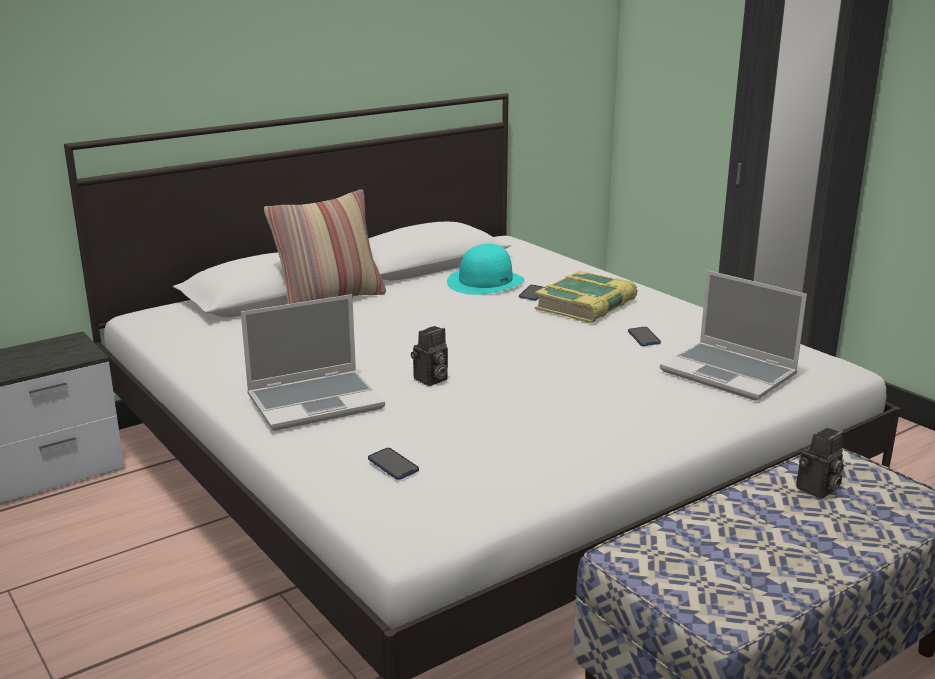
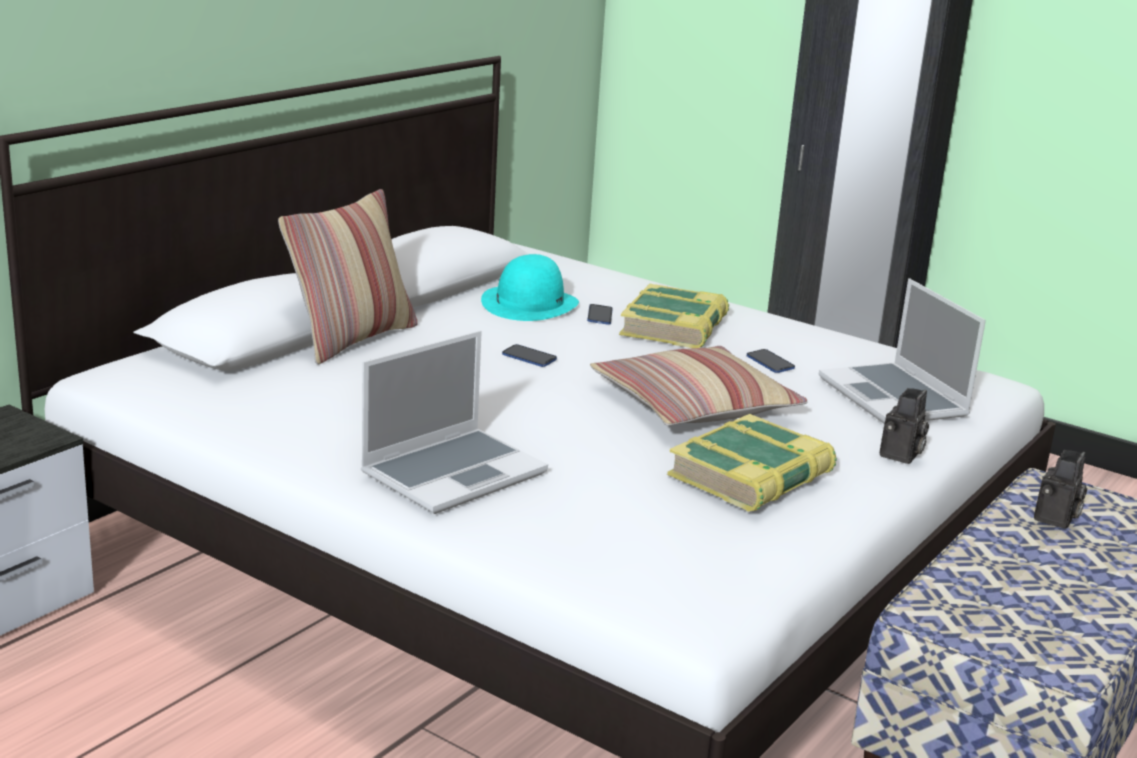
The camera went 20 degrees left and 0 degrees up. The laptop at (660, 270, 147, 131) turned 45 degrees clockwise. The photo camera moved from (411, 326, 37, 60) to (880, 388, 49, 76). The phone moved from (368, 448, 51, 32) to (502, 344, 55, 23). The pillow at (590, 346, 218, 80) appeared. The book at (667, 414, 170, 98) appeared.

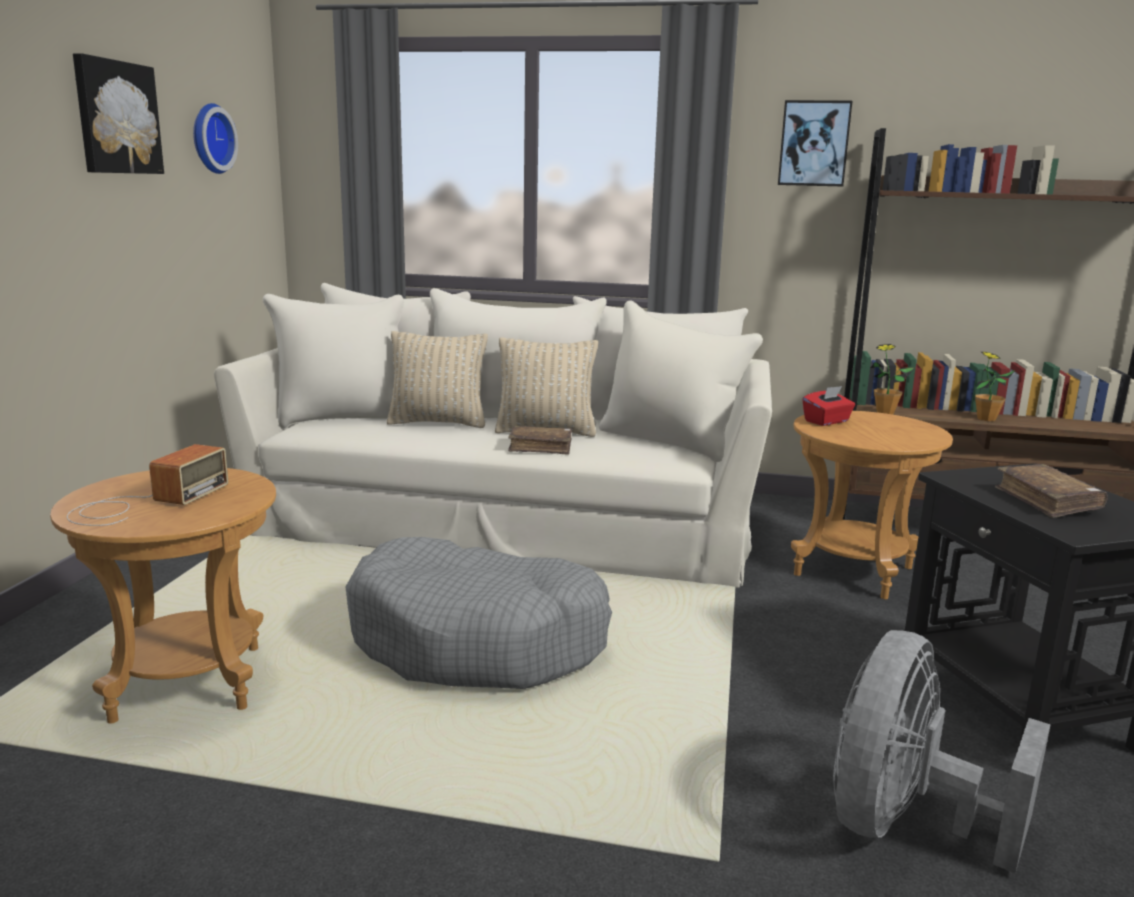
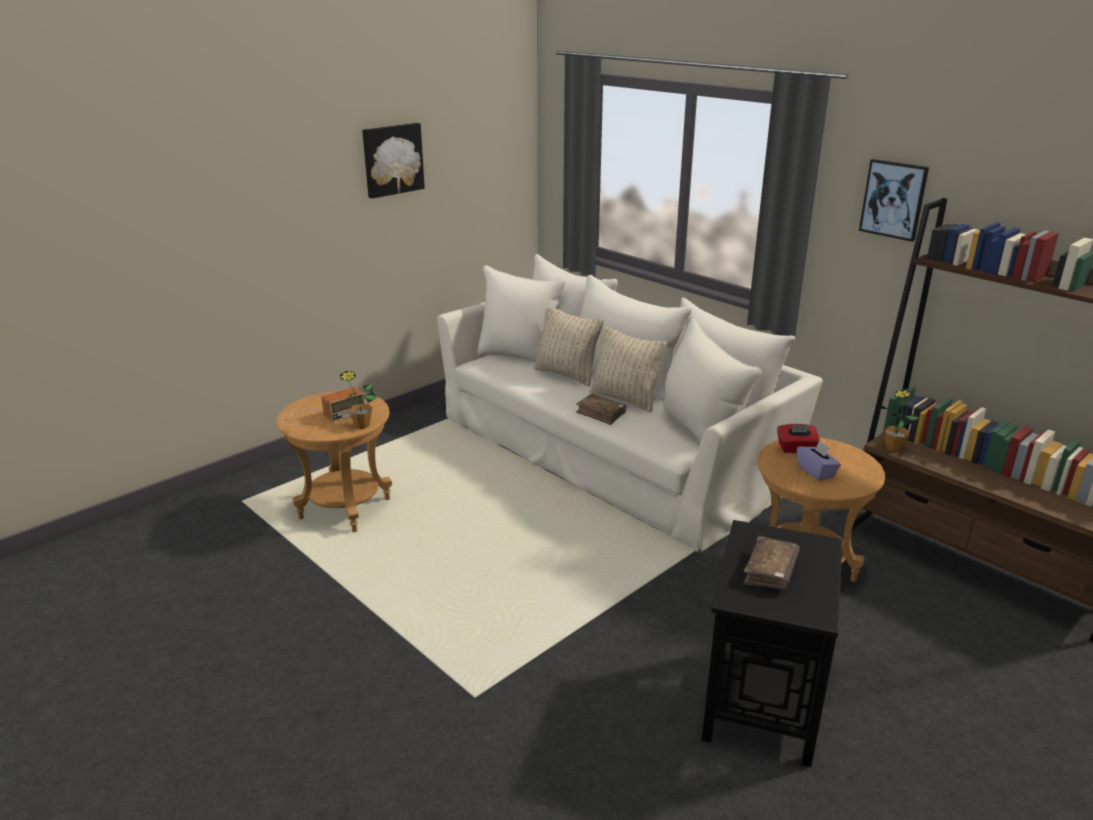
The camera went 35 degrees right and 10 degrees up. The wall clock at (193, 103, 45, 71) disappeared. The potted plant moved from (975, 352, 40, 69) to (340, 371, 37, 58). The dog bed (grey) at (346, 537, 266, 152) disappeared. The fan (grey) at (833, 630, 218, 243) disappeared. The tissue box (purple) at (797, 440, 44, 41) appeared.

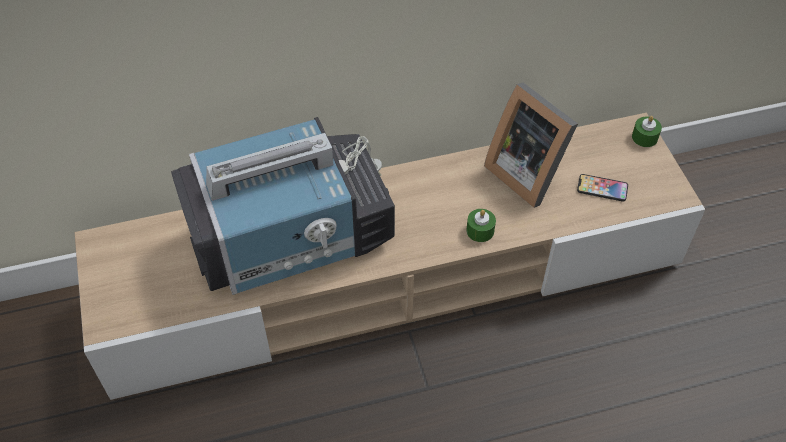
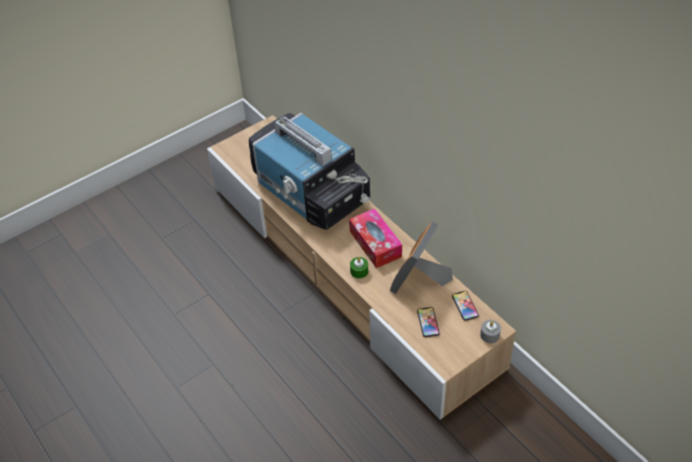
The camera went 70 degrees right and 5 degrees down. The candle (green) at (632, 116, 30, 31) became the candle (grey) at (480, 320, 21, 23). The tissue box at (349, 208, 53, 60) appeared. The phone at (452, 291, 27, 30) appeared.

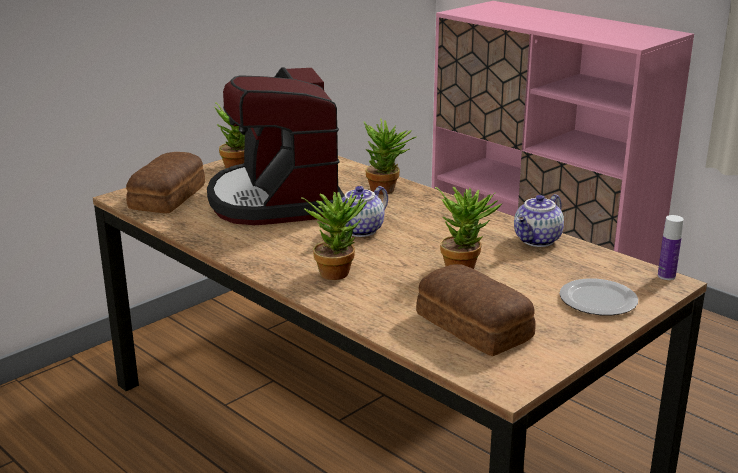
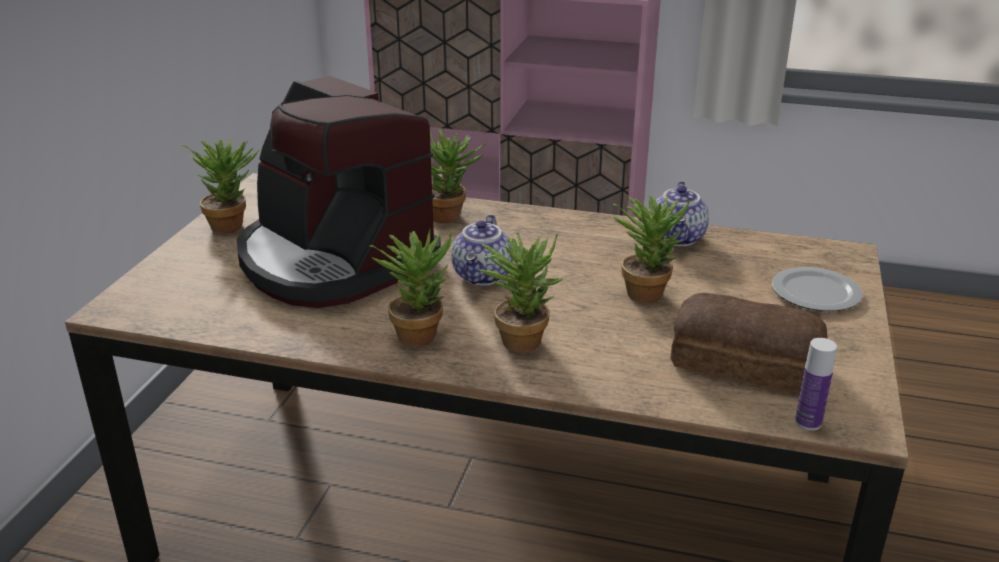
The camera went 30 degrees left and 5 degrees up. The bread at (126, 152, 79, 61) disappeared. The bottle moved from (658, 215, 26, 65) to (795, 338, 42, 93). The potted plant at (369, 228, 83, 119) appeared.

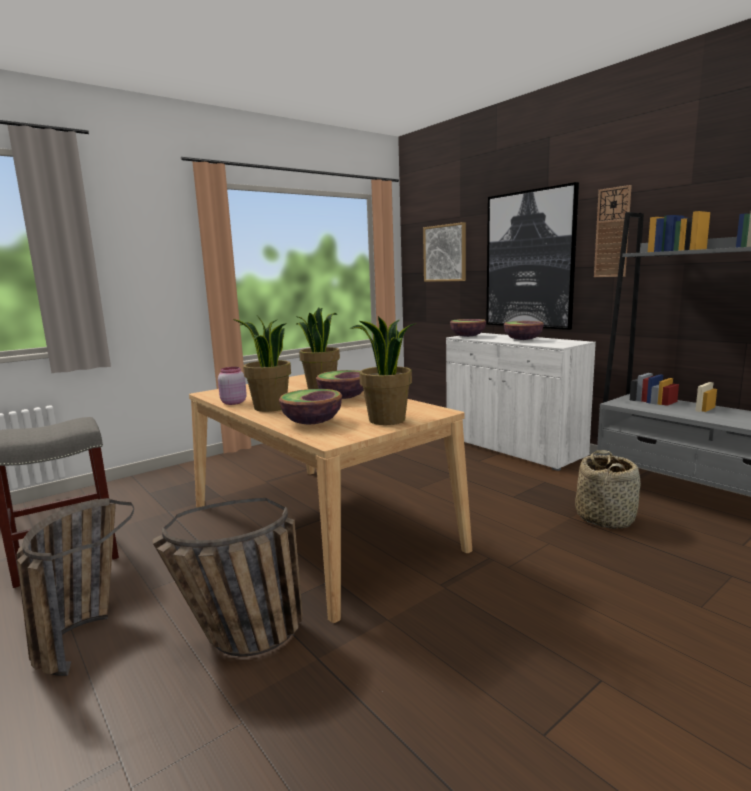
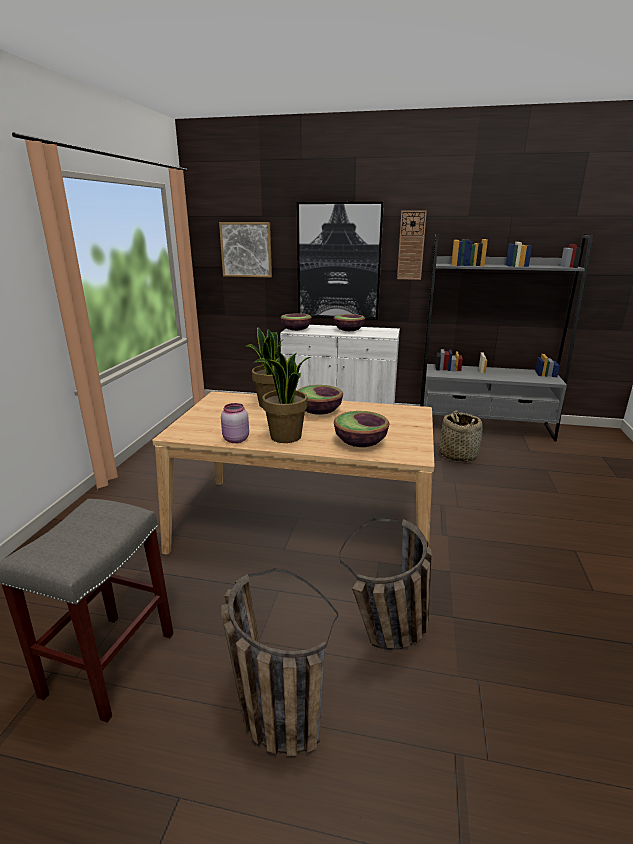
The camera went 40 degrees left and 10 degrees up. The potted plant at (349, 316, 68, 109) disappeared.

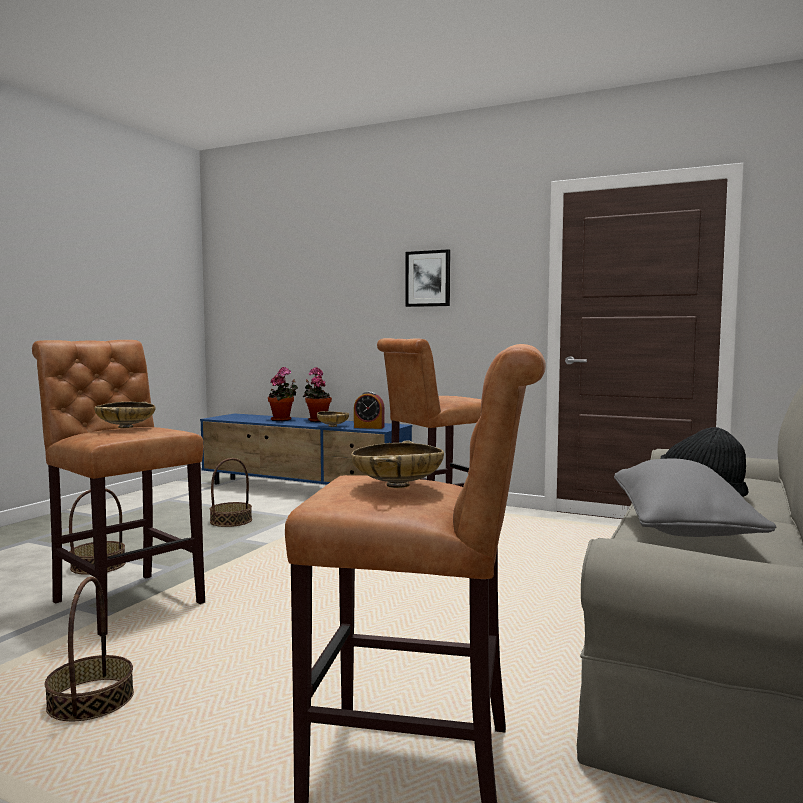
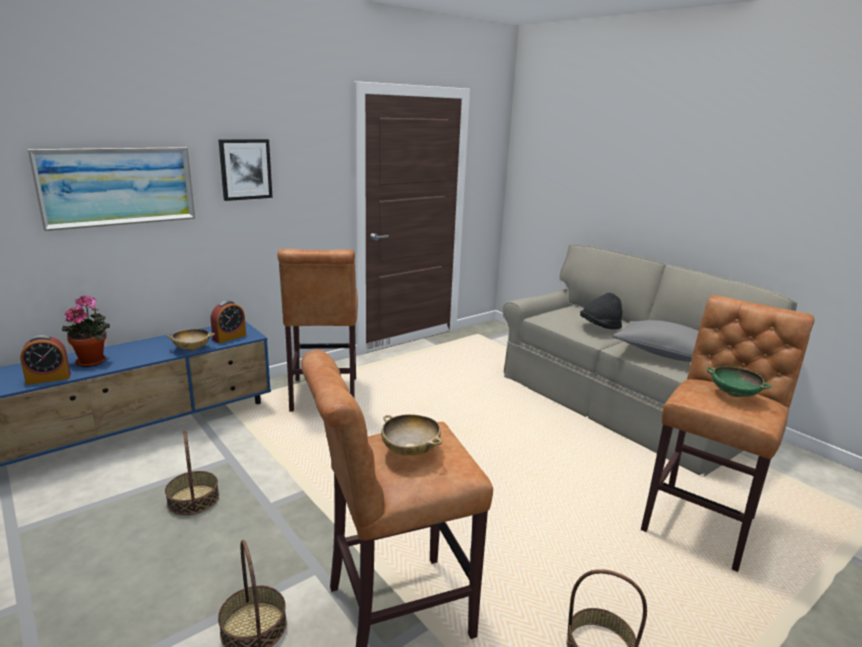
The camera went 65 degrees left and 15 degrees up. The potted plant at (303, 367, 29, 55) disappeared. The bowl (beige) at (351, 440, 93, 48) became the bowl (green) at (706, 366, 66, 31). The picture at (27, 147, 168, 84) appeared. The alarm clock at (20, 335, 51, 50) appeared.

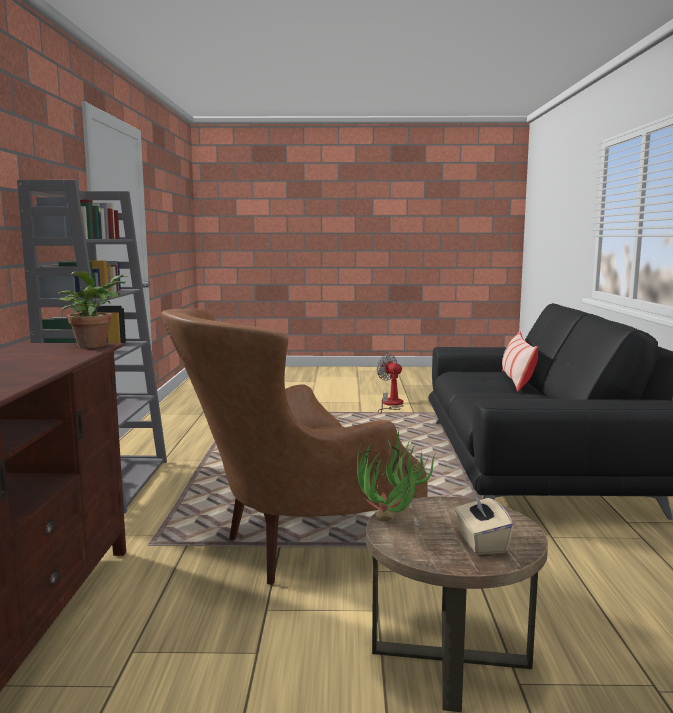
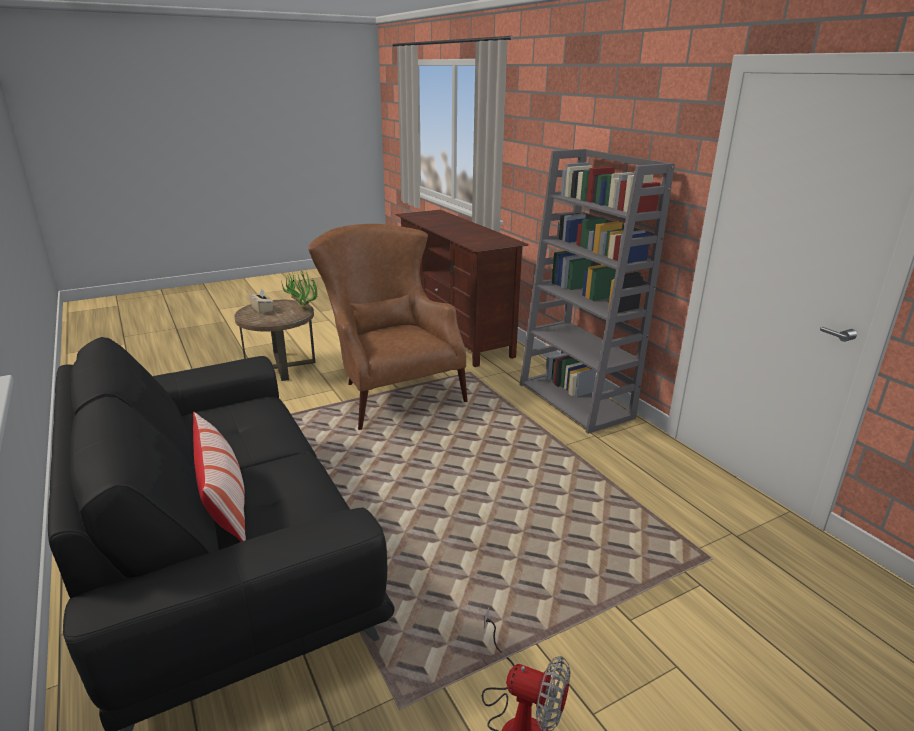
The camera went 150 degrees right and 15 degrees up. The potted plant at (58, 271, 69, 77) disappeared. The armchair (brown) at (161, 308, 267, 277) turned 60 degrees counterclockwise.

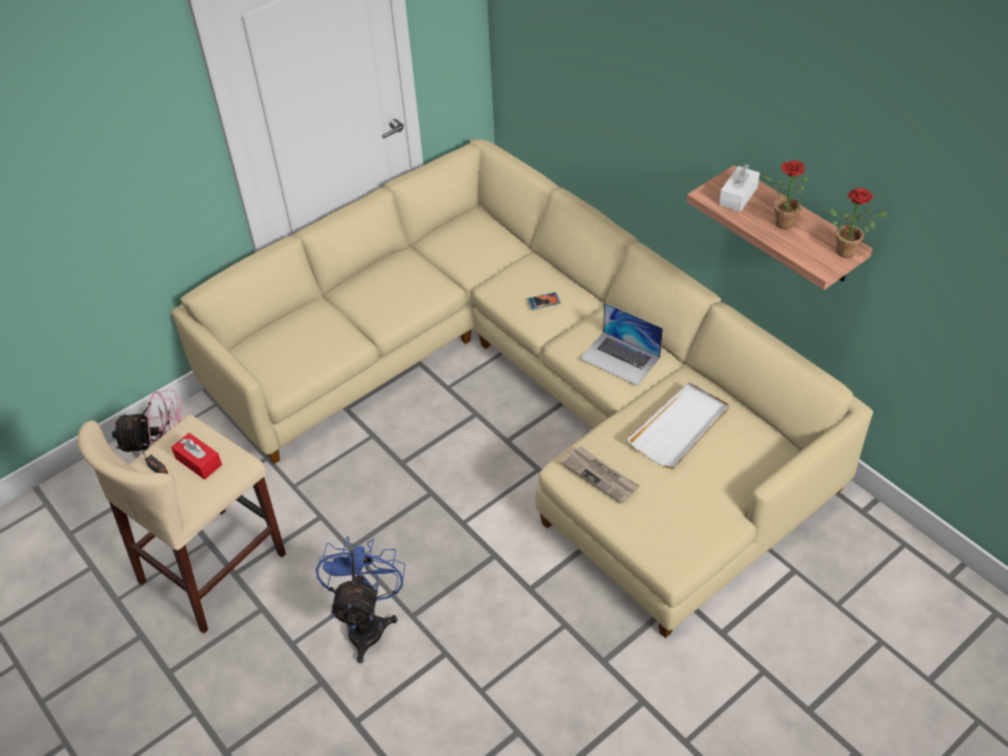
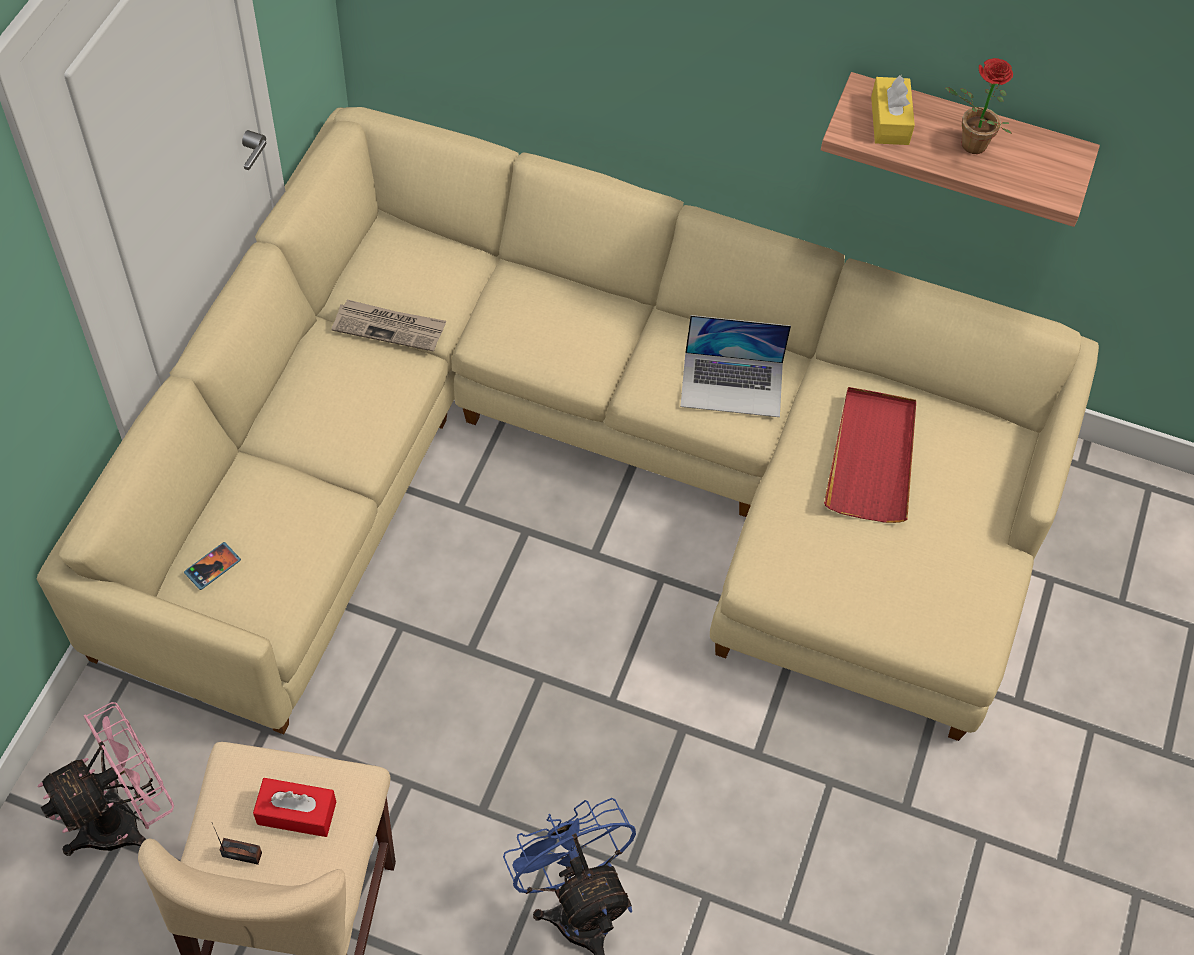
The camera went 35 degrees left and 10 degrees up. The tissue box (white) at (719, 164, 41, 48) became the tissue box (yellow) at (871, 75, 44, 70). The potted plant at (830, 188, 57, 70) disappeared. The phone moved from (528, 292, 33, 18) to (184, 542, 57, 48). The tray (white) at (627, 382, 102, 87) became the tray (red) at (824, 387, 92, 136). The newspaper moved from (560, 446, 80, 58) to (331, 300, 115, 52).

